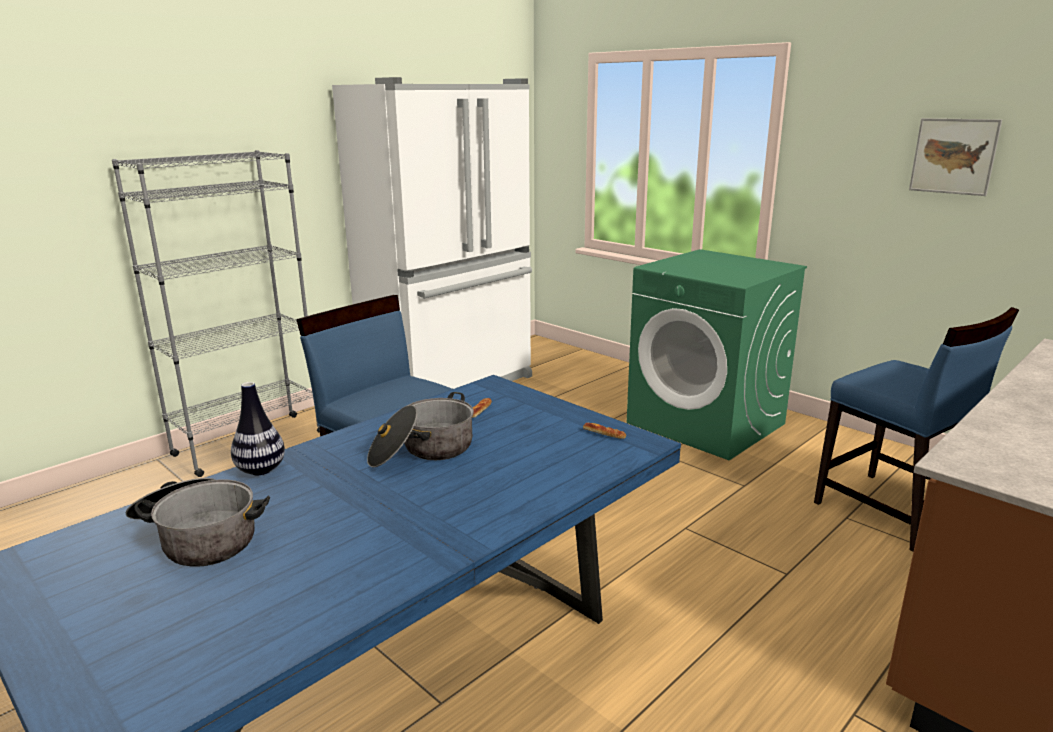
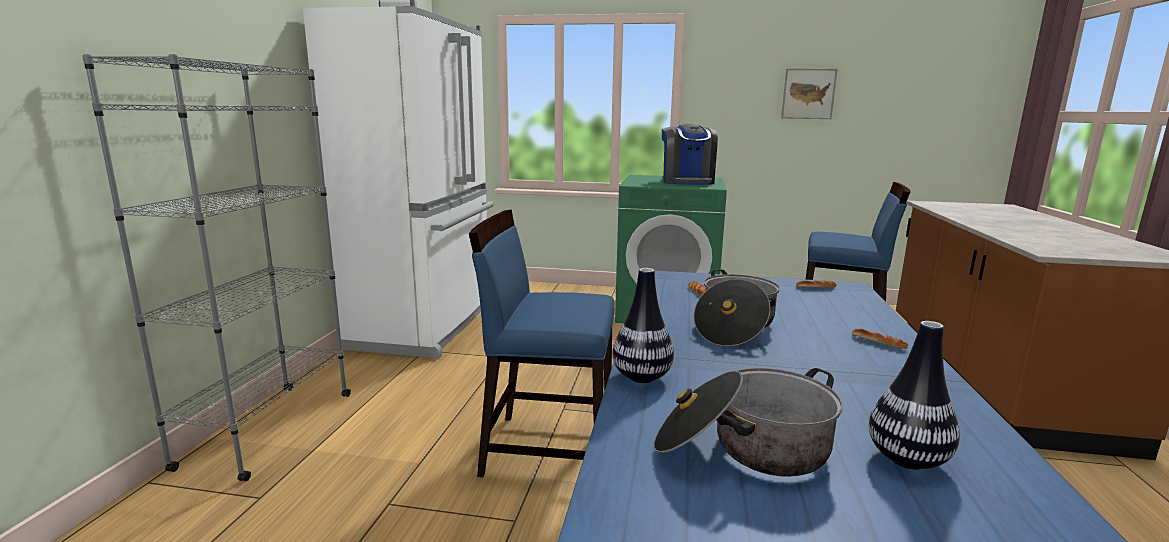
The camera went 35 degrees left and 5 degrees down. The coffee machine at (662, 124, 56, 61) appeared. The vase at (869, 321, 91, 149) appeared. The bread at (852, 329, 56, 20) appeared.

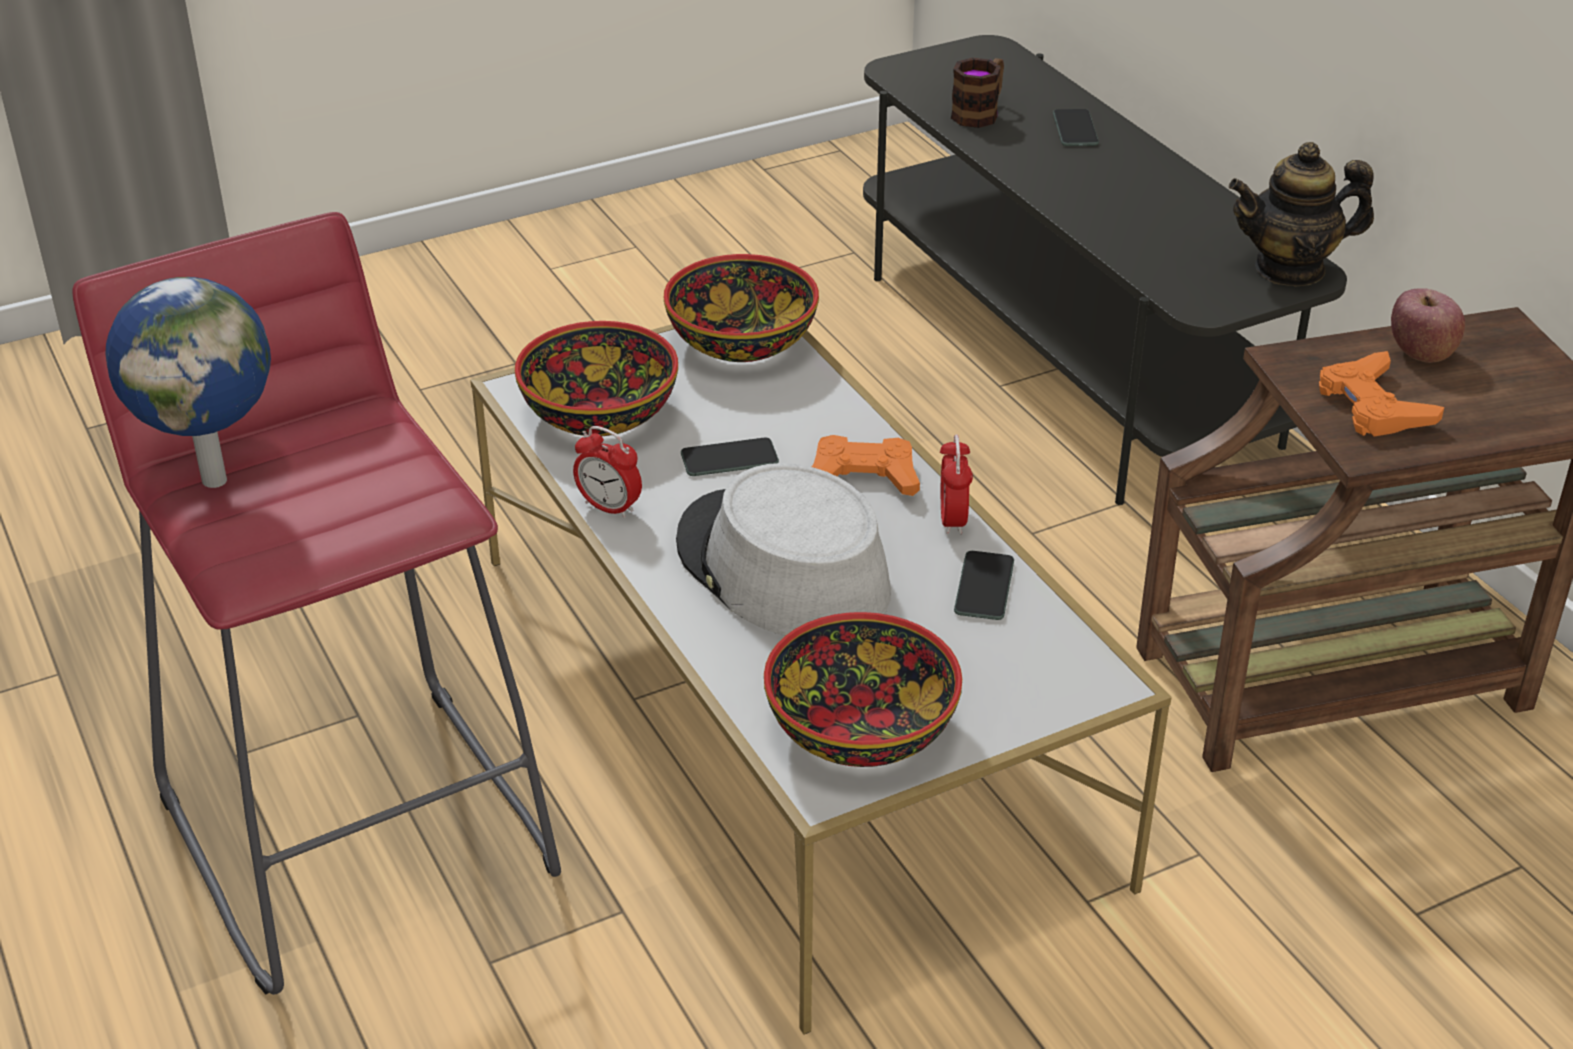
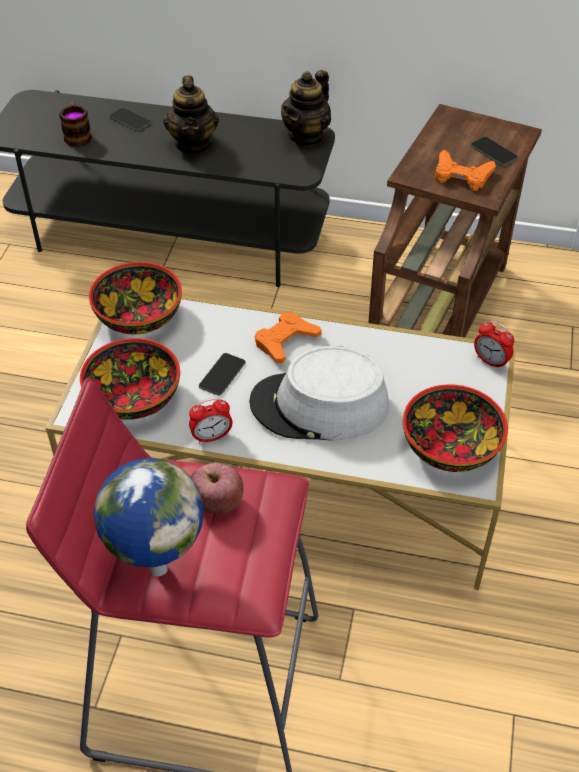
The camera went 50 degrees left and 10 degrees up. The apple moved from (1391, 288, 74, 75) to (191, 463, 52, 51). The alarm clock moved from (940, 435, 33, 99) to (474, 321, 40, 49). The phone moved from (954, 551, 60, 69) to (470, 137, 48, 29). The teapot at (163, 76, 56, 78) appeared.

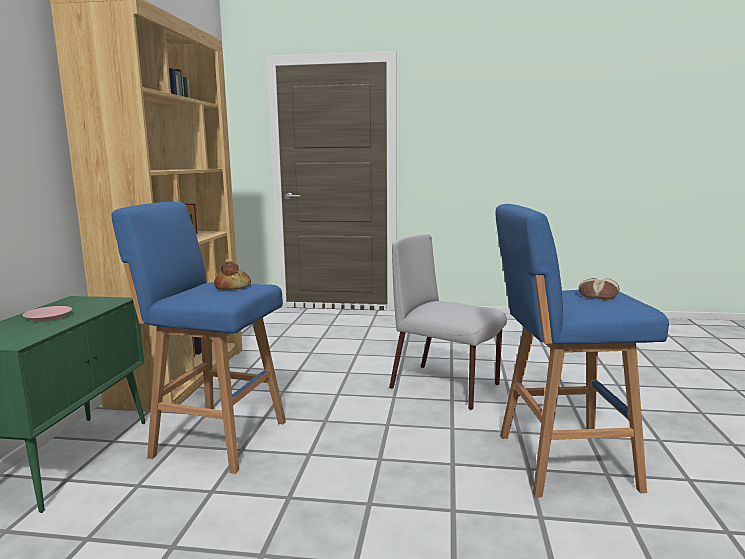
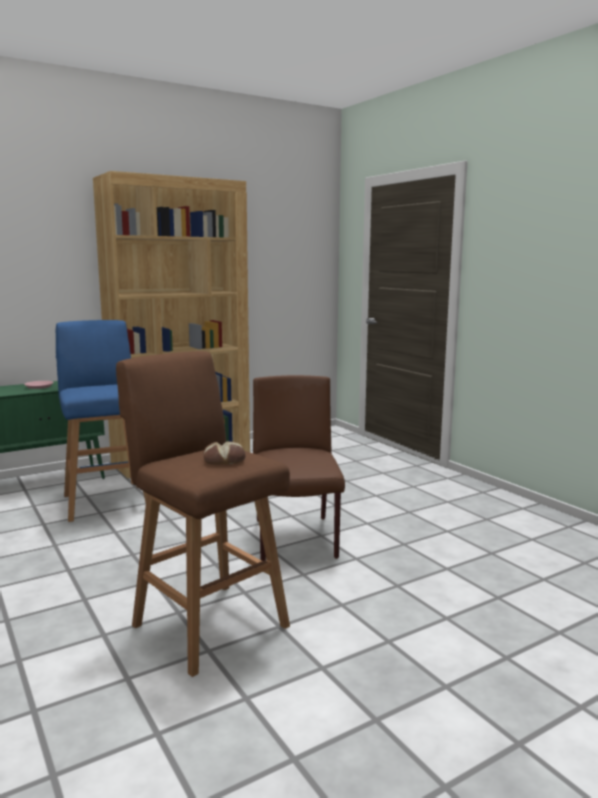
The camera went 50 degrees right and 0 degrees up. The stool (blue) at (496, 204, 173, 294) became the stool (brown) at (116, 351, 174, 326). The chair (grey) at (389, 234, 118, 176) became the chair (brown) at (253, 375, 92, 186). The bread at (214, 261, 37, 29) disappeared.

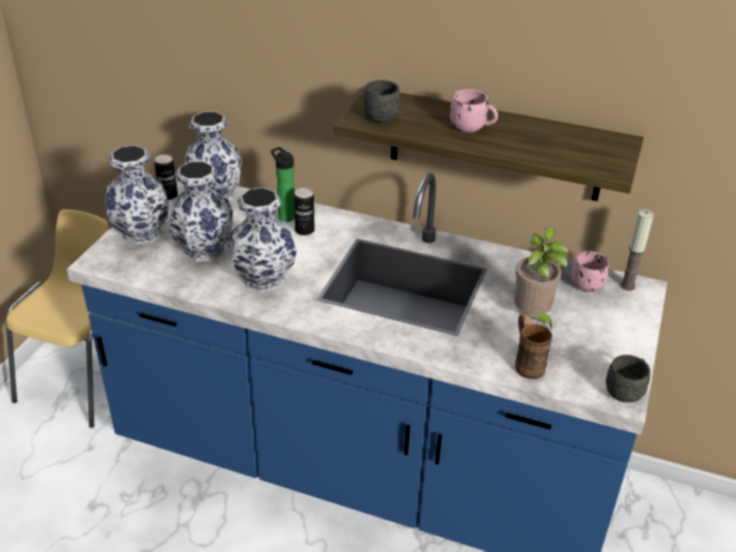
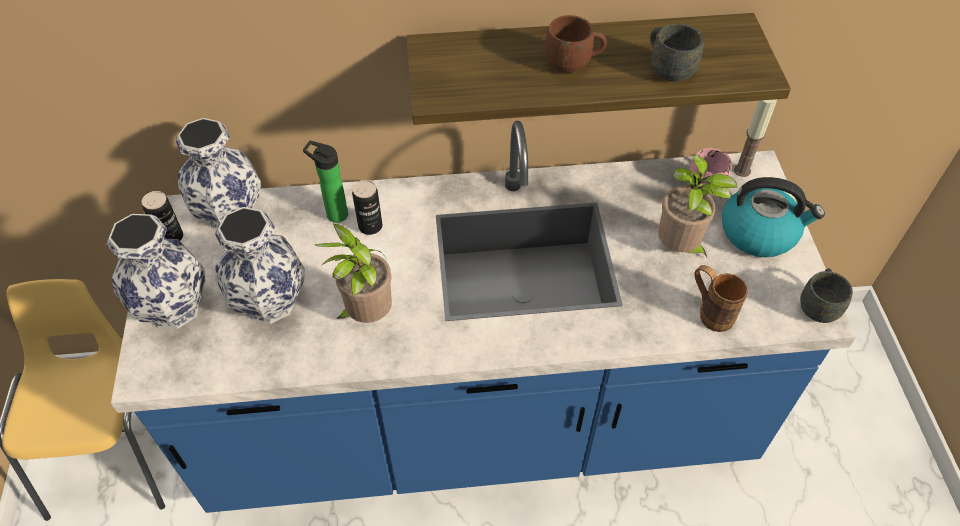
The camera went 25 degrees left and 15 degrees up. The mug (grey) moved from (363, 80, 37, 43) to (650, 24, 53, 58). The mug (pink) at (450, 89, 48, 44) became the mug (brown) at (545, 15, 62, 58). The vase at (228, 187, 69, 105) was replaced by the potted plant at (315, 224, 77, 99). The kettle at (722, 177, 103, 80) appeared.

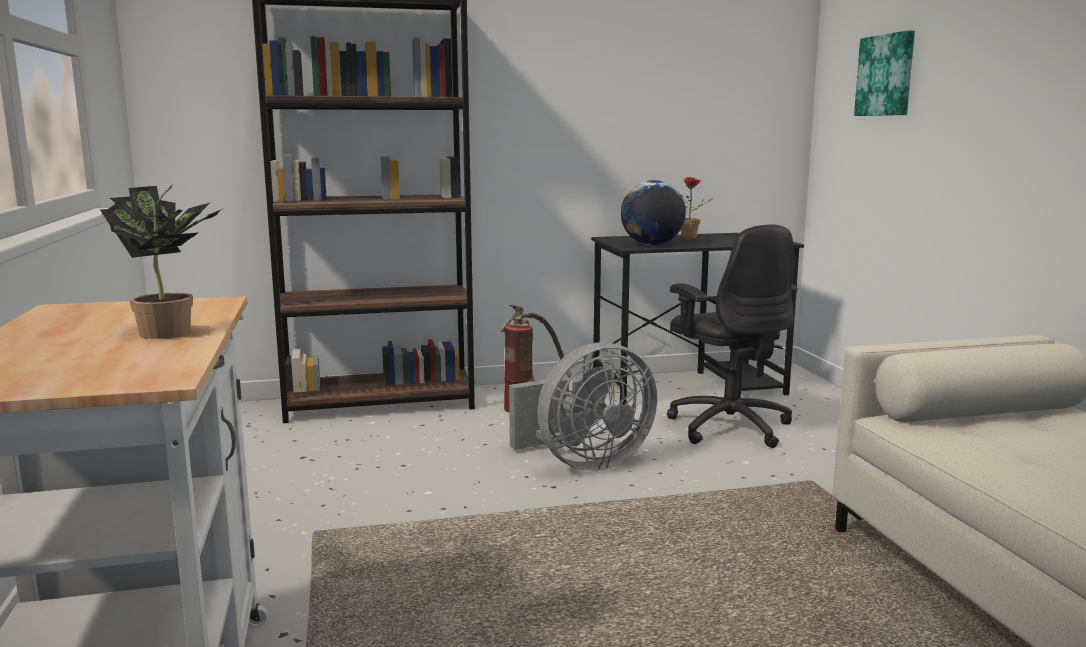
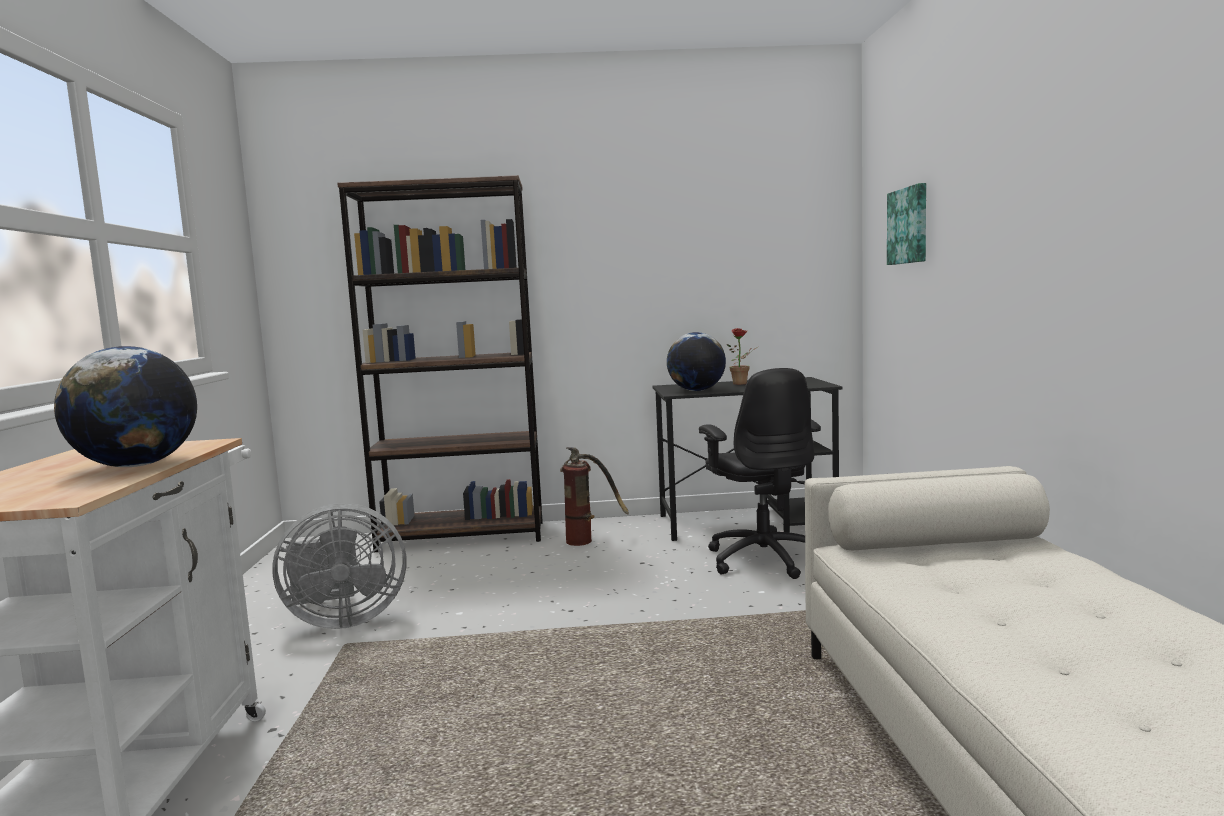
The camera went 10 degrees right and 5 degrees down. The potted plant at (100, 185, 124, 154) was replaced by the globe at (54, 346, 143, 121). The fan (grey) moved from (509, 342, 148, 129) to (272, 503, 135, 126).

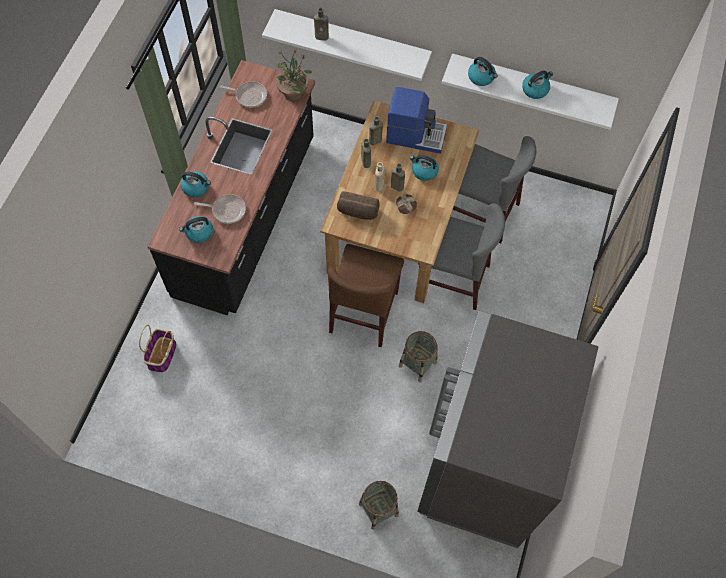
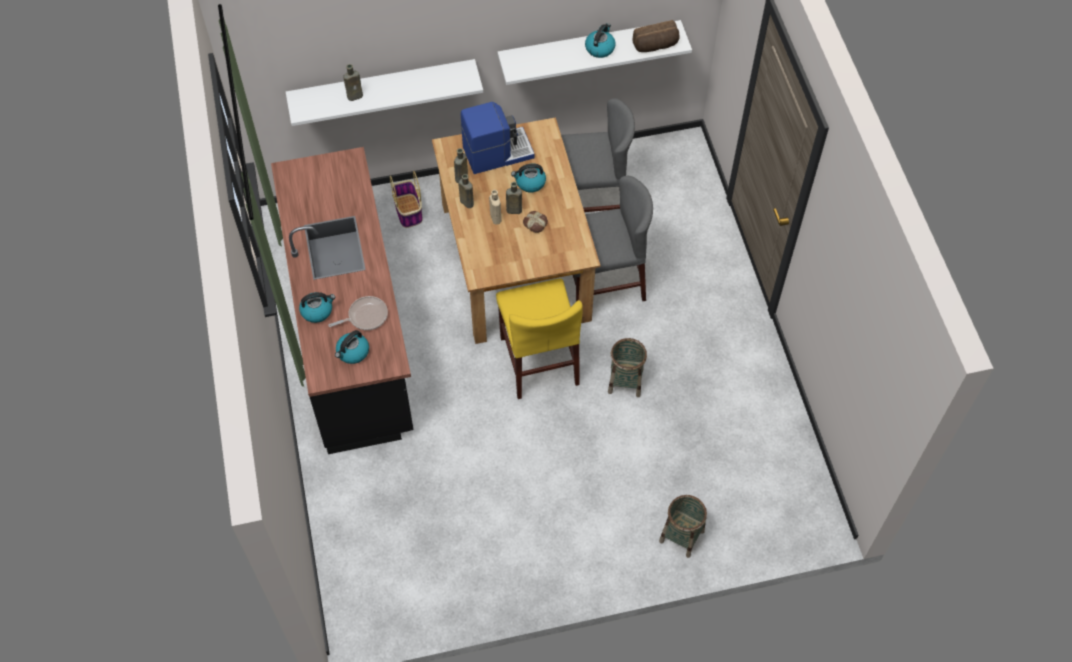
The camera went 30 degrees left and 5 degrees down. The potted plant at (276, 50, 36, 51) disappeared. The kettle at (468, 57, 30, 29) disappeared. The frying pan at (220, 81, 47, 27) disappeared. The bread moved from (337, 191, 43, 29) to (633, 20, 46, 32). The chair (brown) at (328, 244, 76, 103) became the chair (yellow) at (496, 279, 87, 120). The fridge (grey) at (417, 310, 182, 238) disappeared. The basket moved from (139, 325, 38, 48) to (390, 171, 33, 57).

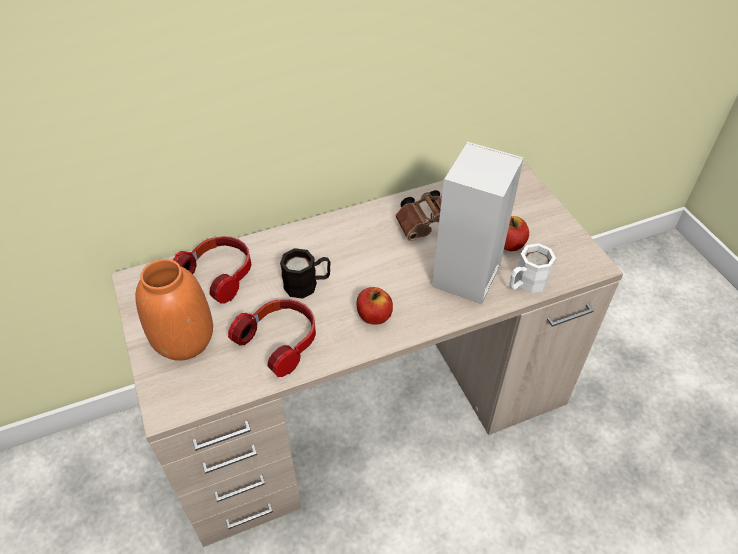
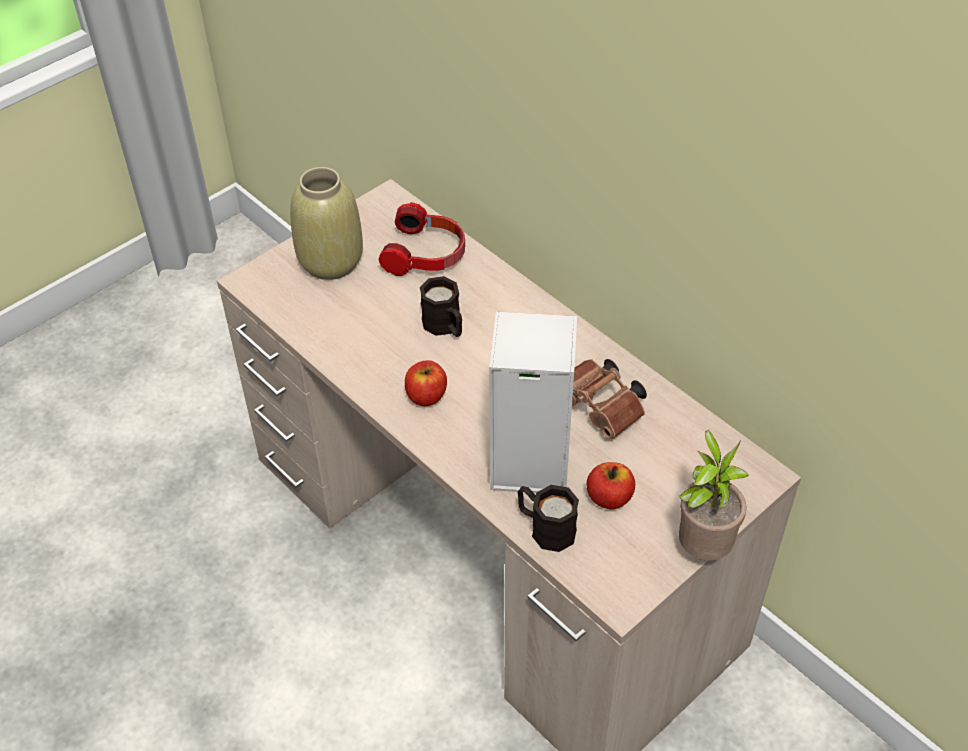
The camera went 70 degrees right and 0 degrees up. The mug (white) at (509, 243, 47, 50) became the mug (black) at (518, 485, 61, 67). The vase (orange) at (135, 259, 78, 102) became the vase (beige) at (290, 167, 73, 113). The headphones at (228, 299, 88, 78) disappeared. The potted plant at (679, 430, 71, 131) appeared.

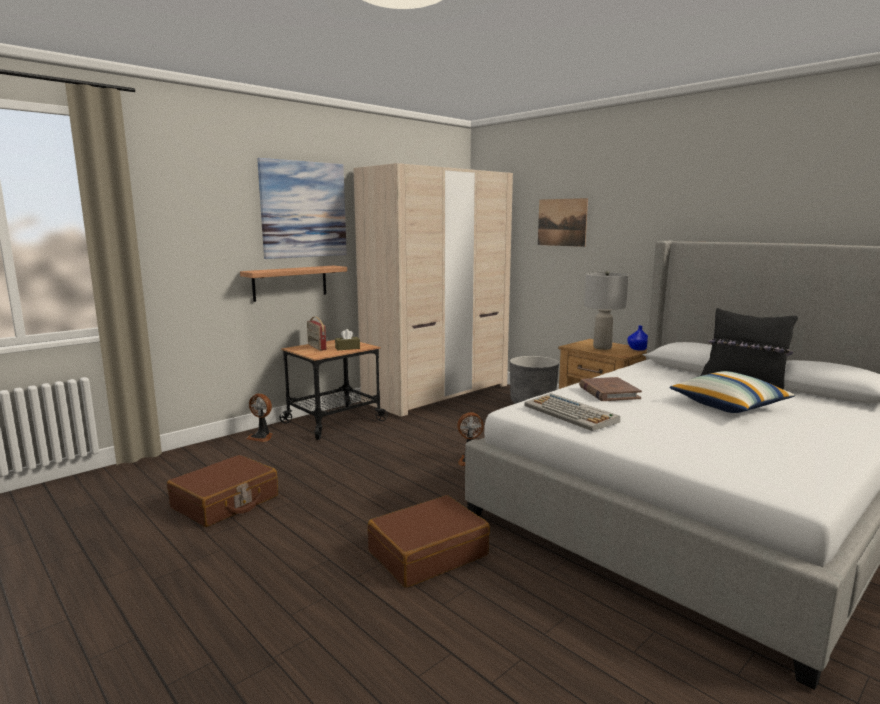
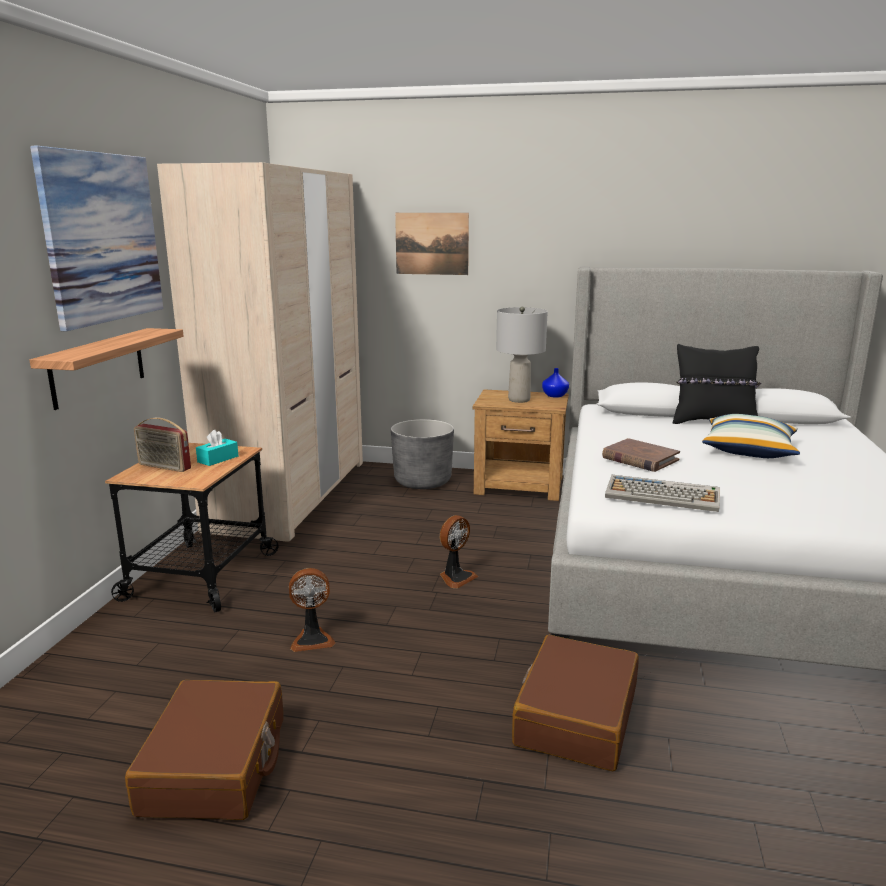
The camera went 35 degrees left and 5 degrees up. The tissue box (brown) at (335, 329, 25, 21) became the tissue box (turquoise) at (196, 430, 42, 36). The fan moved from (246, 393, 27, 49) to (289, 568, 46, 84).

